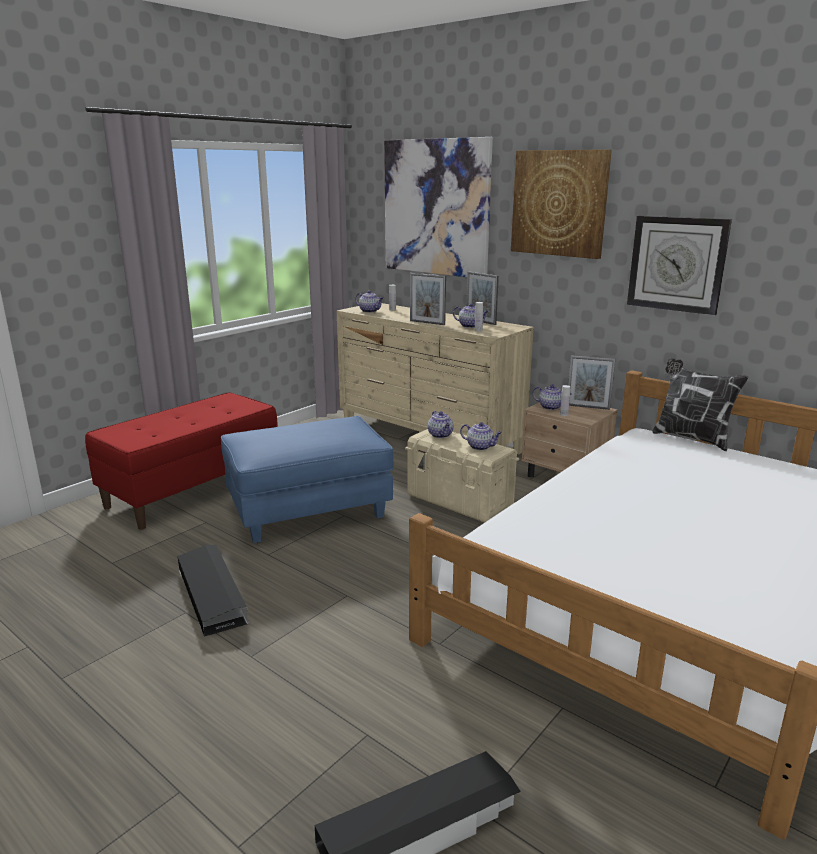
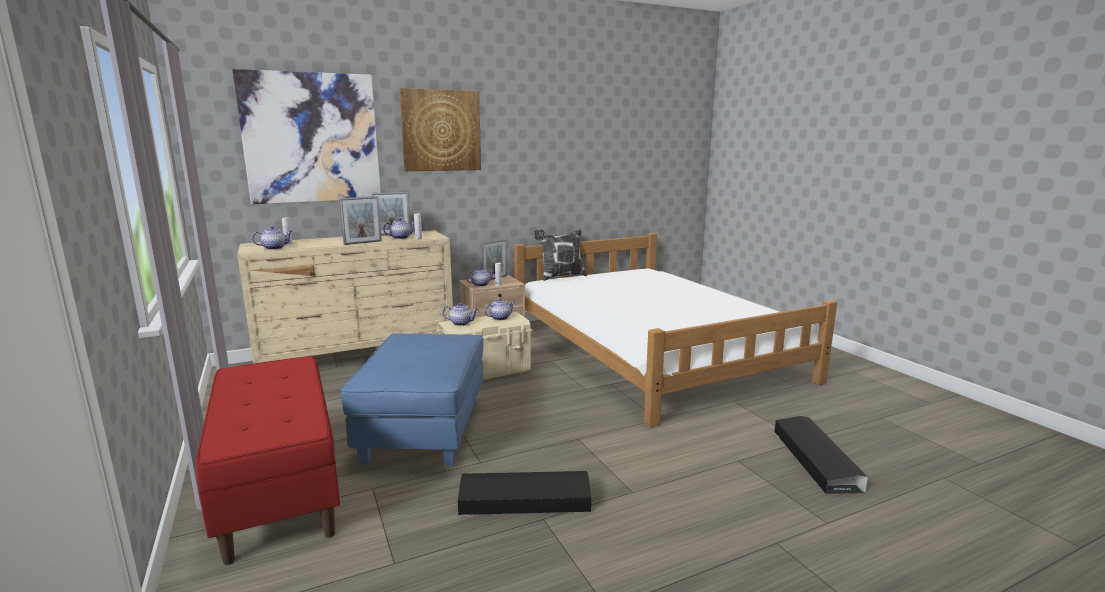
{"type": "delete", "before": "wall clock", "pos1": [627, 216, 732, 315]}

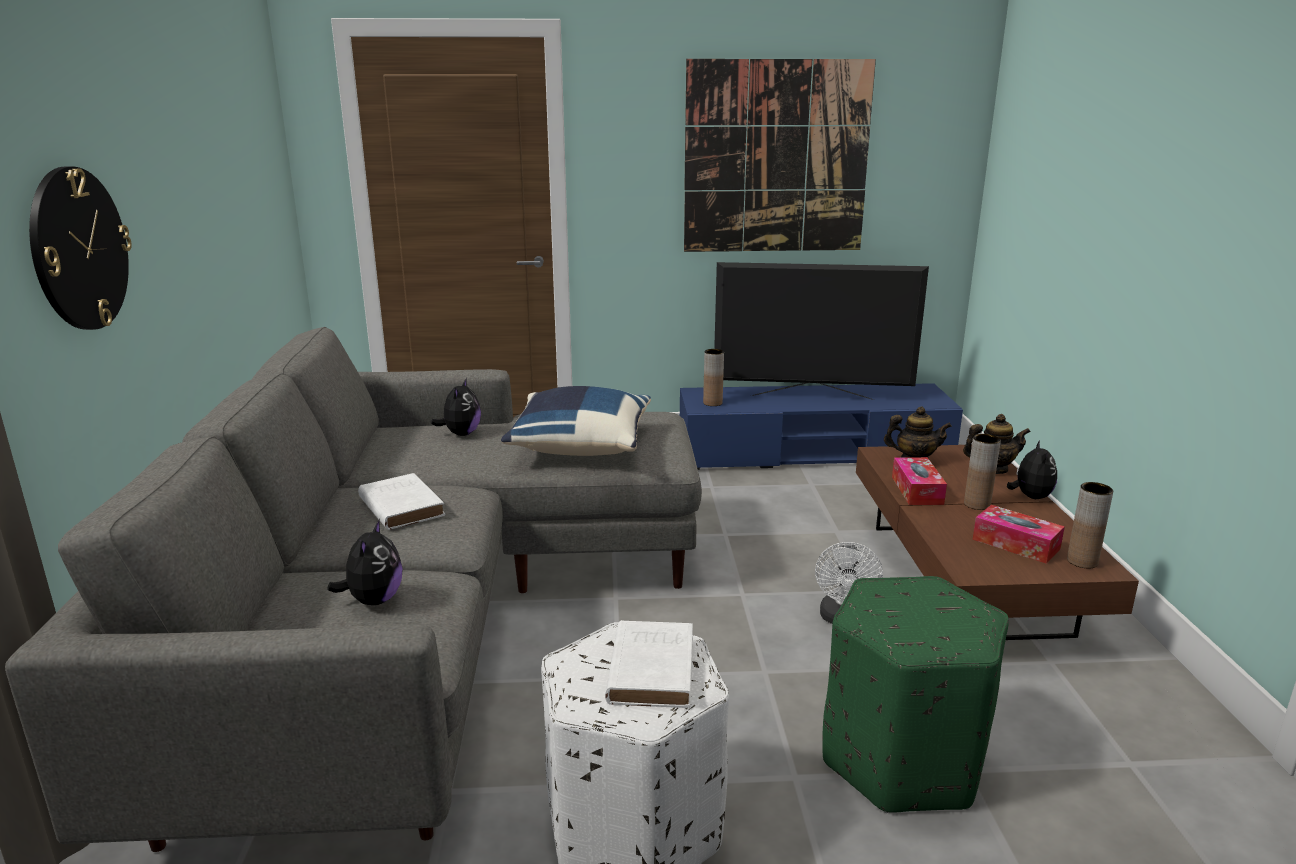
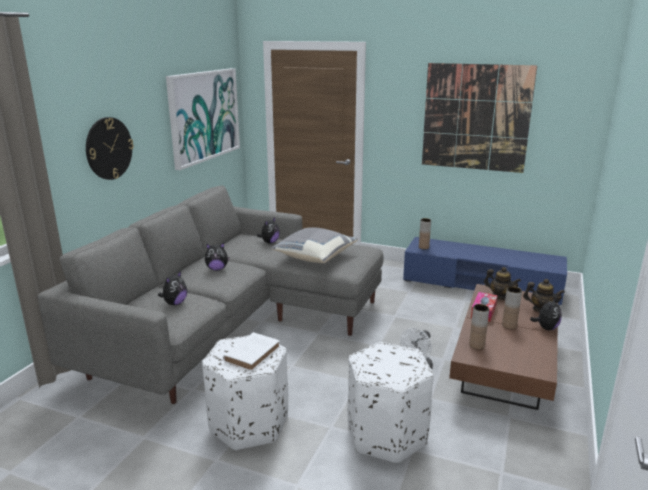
{"type": "delete", "before": "television", "pos1": [714, 262, 929, 400]}
{"type": "delete", "before": "box of tissues", "pos1": [973, 505, 1065, 564]}
{"type": "insert", "after": "picture", "pos2": [166, 68, 240, 170]}
{"type": "move", "before": "brown decorative vase", "pos1": [1067, 482, 1113, 569], "pos2": [469, 304, 489, 350]}
{"type": "replace", "before": "white-coloured bound book", "after": "cuddly toy", "pos1": [358, 473, 446, 530], "pos2": [205, 243, 230, 271]}
{"type": "recolor", "before": "bluish pillow", "after": "gray pillow", "pos1": [501, 386, 651, 456], "pos2": [271, 227, 358, 263]}
{"type": "recolor", "before": "green-coloured pouffe", "after": "white-coloured pouffe", "pos1": [822, 576, 1009, 813], "pos2": [347, 342, 434, 464]}

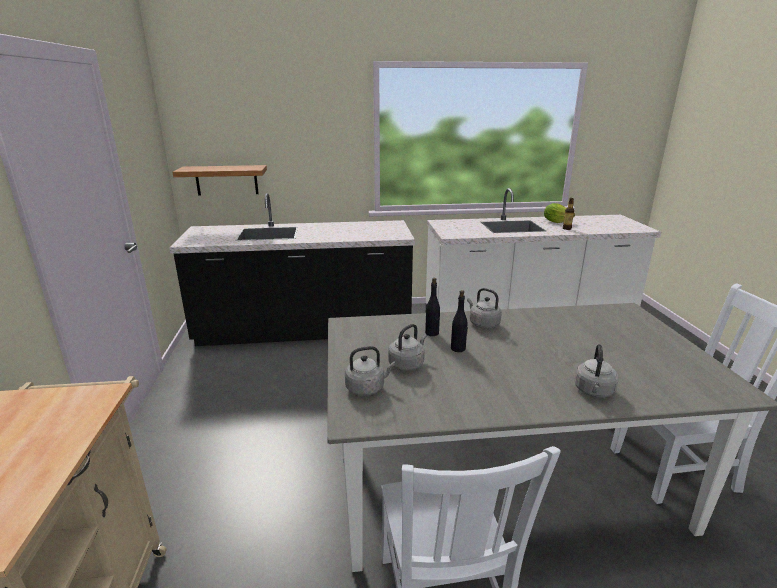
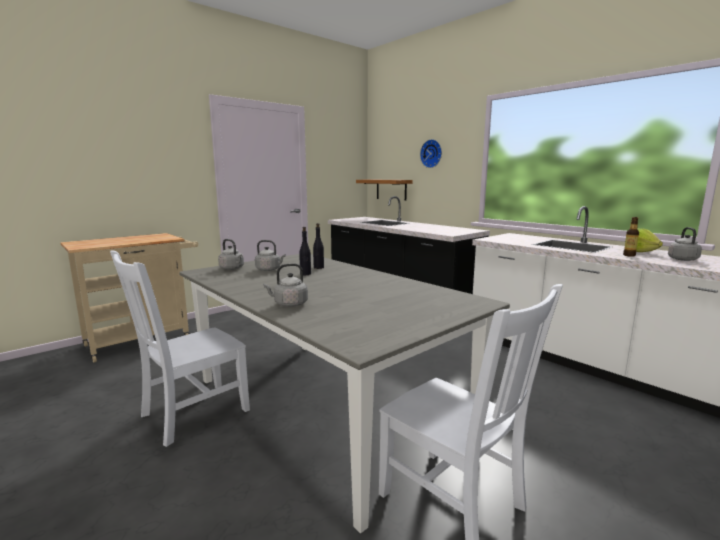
{"type": "insert", "after": "wall clock", "pos2": [420, 139, 442, 168]}
{"type": "move", "before": "gray water kettle", "pos1": [467, 288, 502, 329], "pos2": [668, 227, 702, 261]}

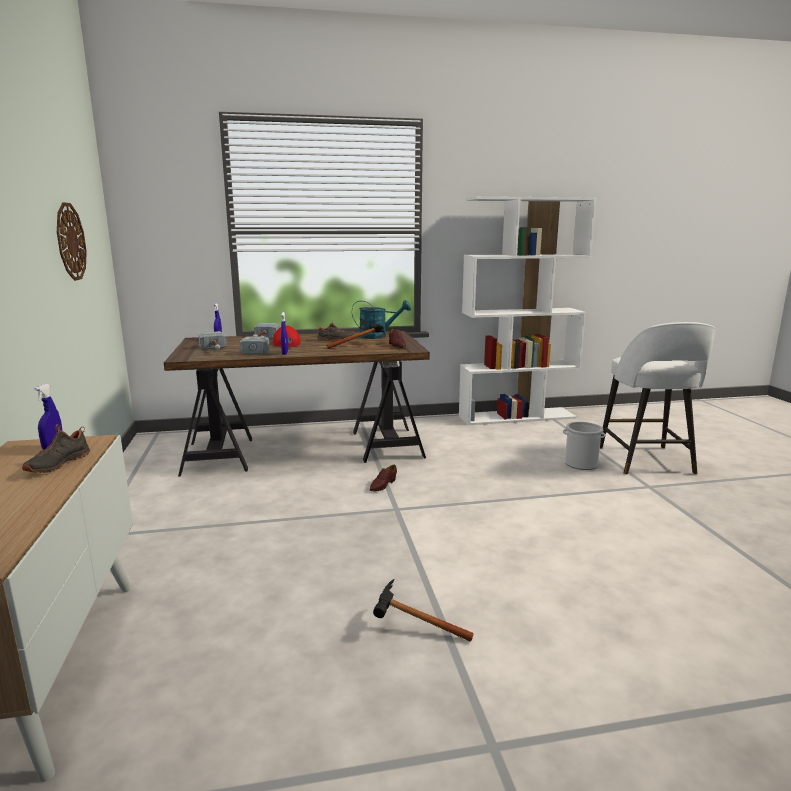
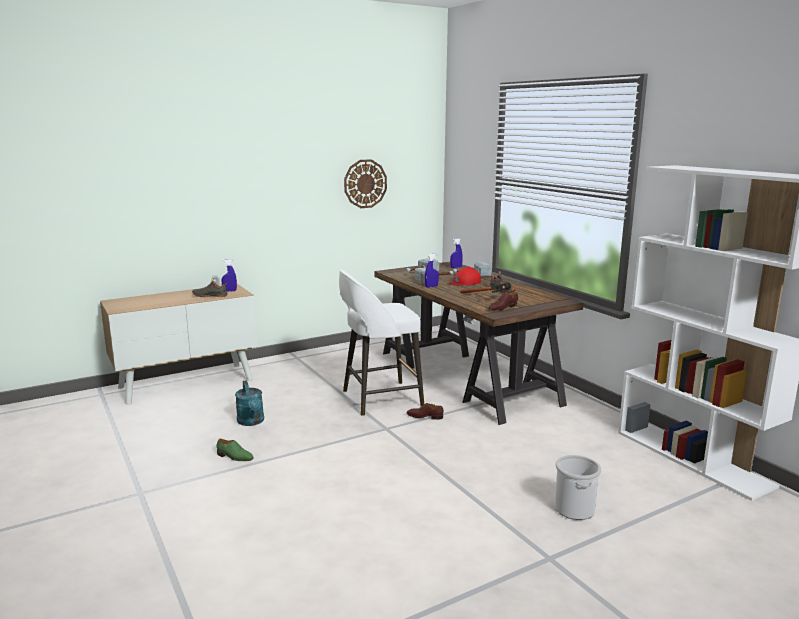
{"type": "move", "before": "blue-green sprinkling can", "pos1": [352, 300, 411, 339], "pos2": [235, 380, 264, 426]}
{"type": "move", "before": "white-coloured sitting stool", "pos1": [600, 322, 715, 475], "pos2": [339, 270, 424, 416]}
{"type": "replace", "before": "tool hammer", "after": "green-coloured item of footwear", "pos1": [373, 579, 474, 642], "pos2": [216, 439, 253, 461]}

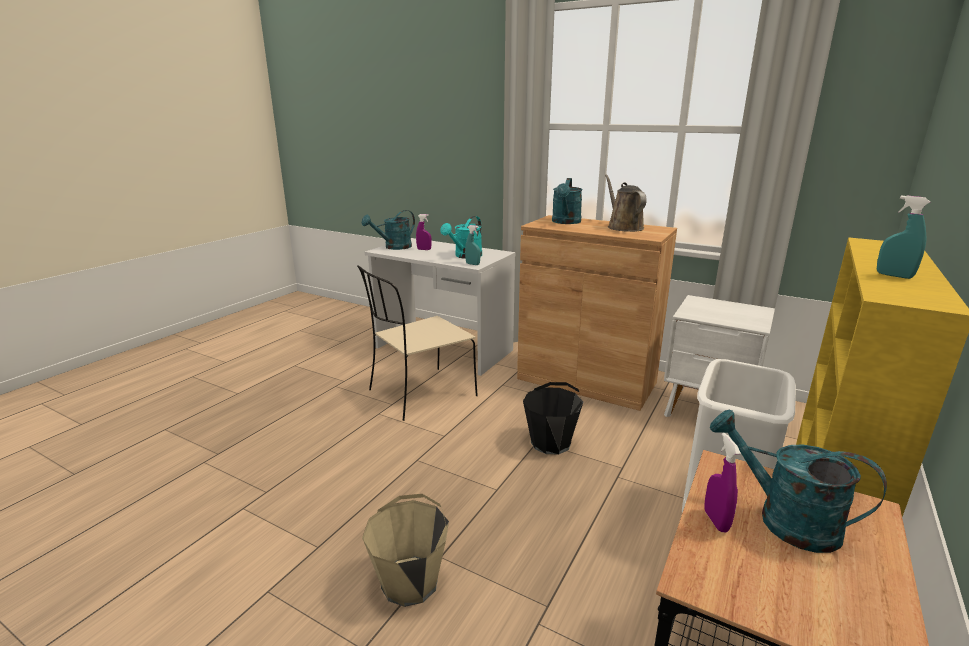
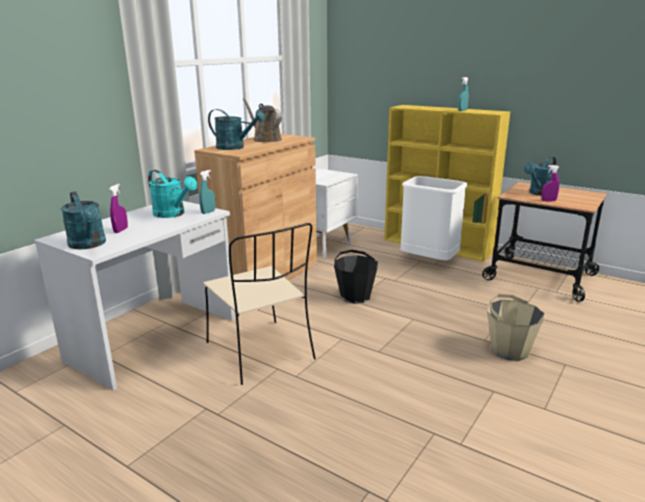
{"type": "rotate", "before": "brown sprinkling can", "pos1": [605, 174, 647, 232], "pos2": [243, 98, 282, 142], "turn": 60}

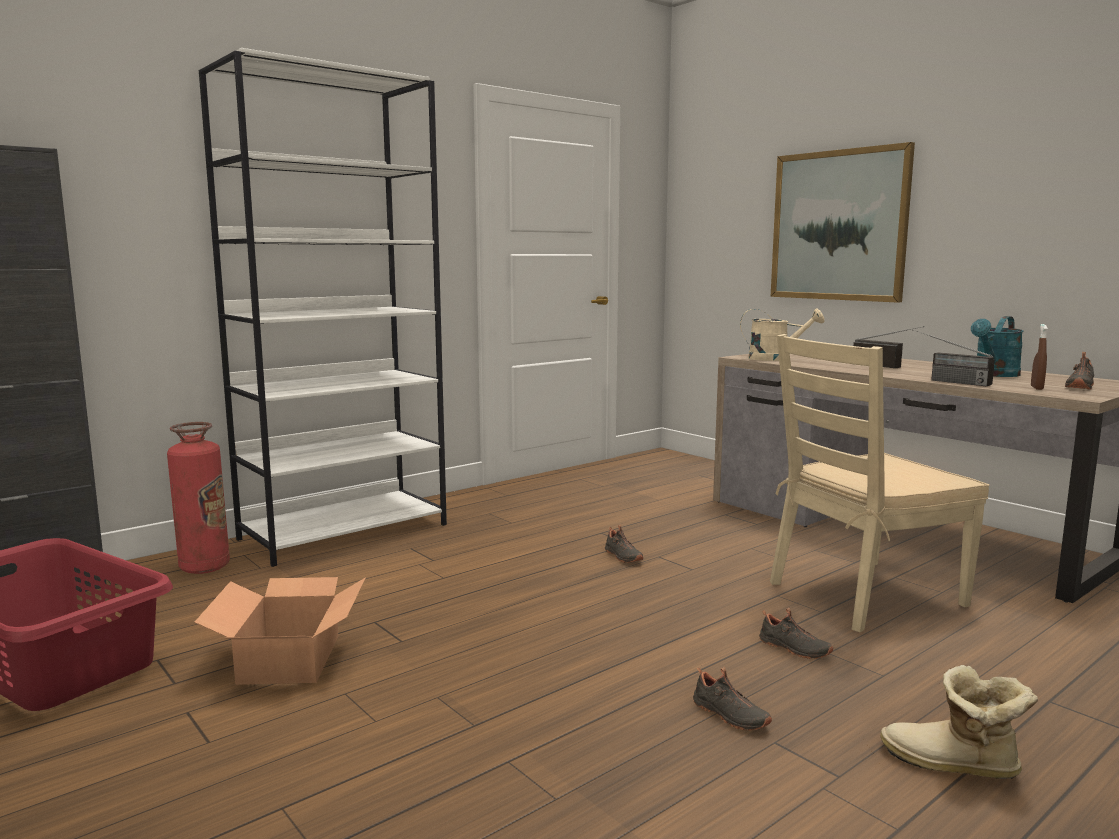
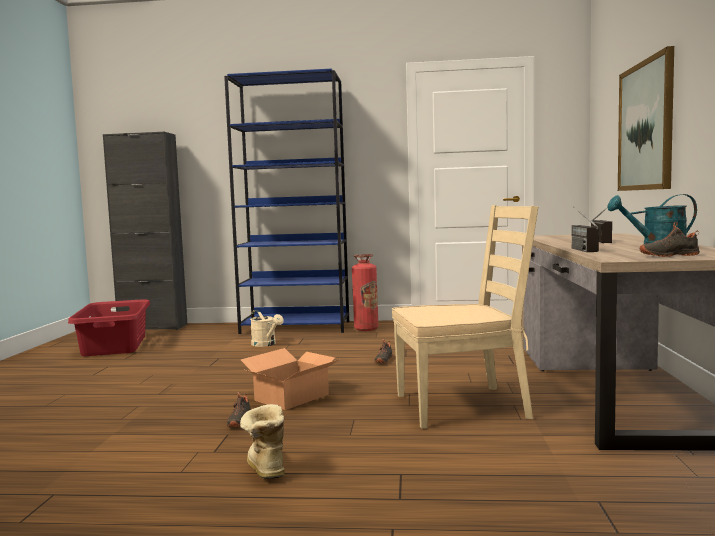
{"type": "delete", "before": "blackish item of footwear", "pos1": [759, 608, 833, 659]}
{"type": "delete", "before": "brown sprayer", "pos1": [1031, 324, 1048, 390]}
{"type": "move", "before": "fire-fighting cylinder", "pos1": [167, 422, 230, 574], "pos2": [352, 254, 379, 331]}
{"type": "move", "before": "carton", "pos1": [195, 577, 366, 685], "pos2": [241, 348, 340, 410]}
{"type": "move", "before": "sand-coloured sprinkling can", "pos1": [740, 309, 825, 361], "pos2": [250, 310, 284, 347]}
{"type": "recolor", "before": "white-coloured bookshelf", "after": "bluish bookshelf", "pos1": [199, 48, 447, 567], "pos2": [224, 69, 349, 334]}
{"type": "rotate", "before": "sand-coloured plain chair", "pos1": [770, 334, 990, 632], "pos2": [392, 205, 538, 429], "turn": 150}

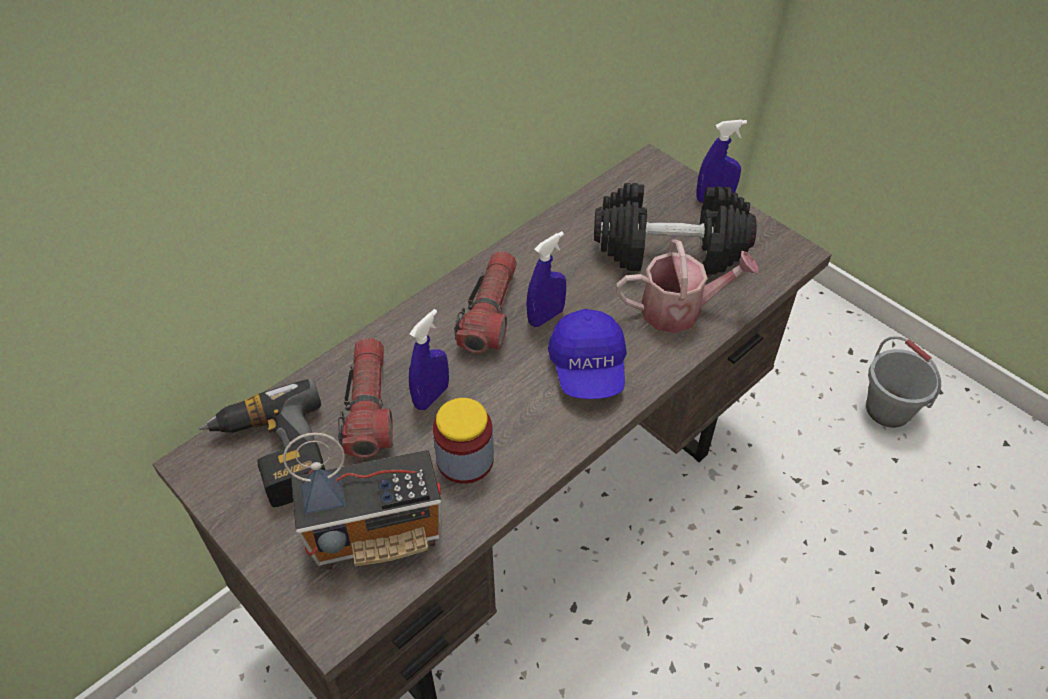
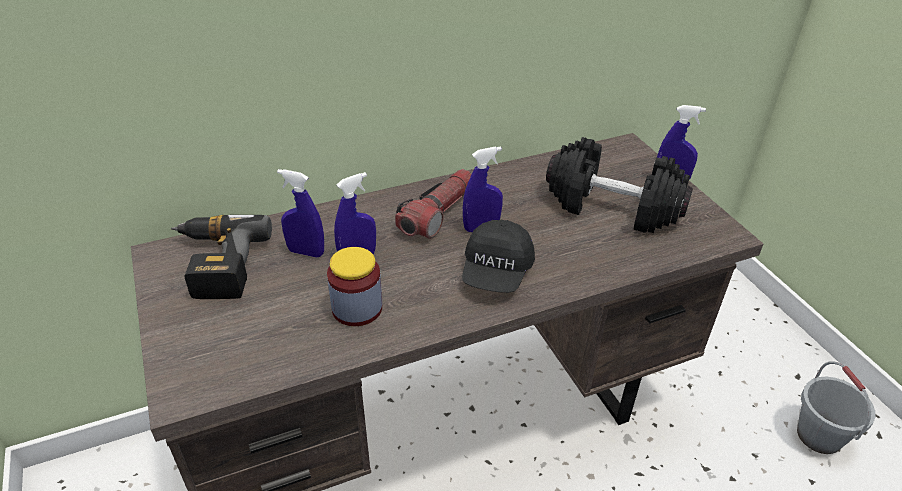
{"type": "delete", "before": "radio receiver", "pos1": [283, 433, 442, 570]}
{"type": "delete", "before": "sprinkling can", "pos1": [616, 239, 759, 333]}
{"type": "replace", "before": "hand torch", "after": "bluish sprayer", "pos1": [338, 338, 393, 458], "pos2": [277, 169, 324, 258]}
{"type": "recolor", "before": "bluish peaked cap", "after": "blackish peaked cap", "pos1": [548, 309, 627, 399], "pos2": [462, 220, 535, 293]}

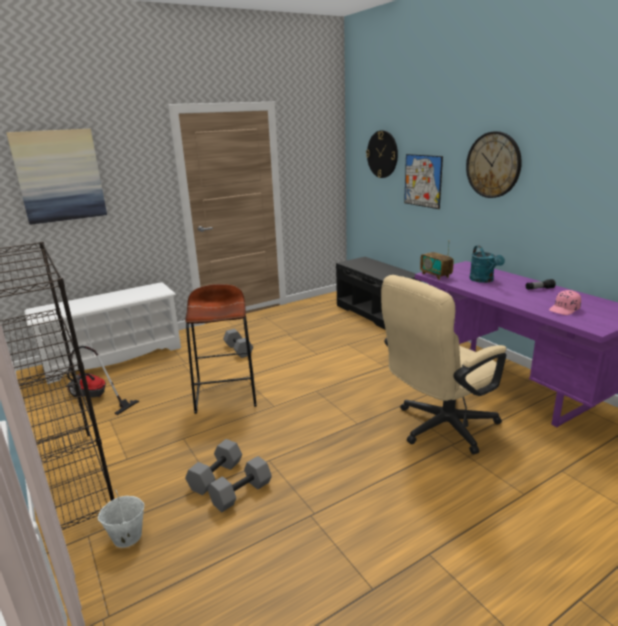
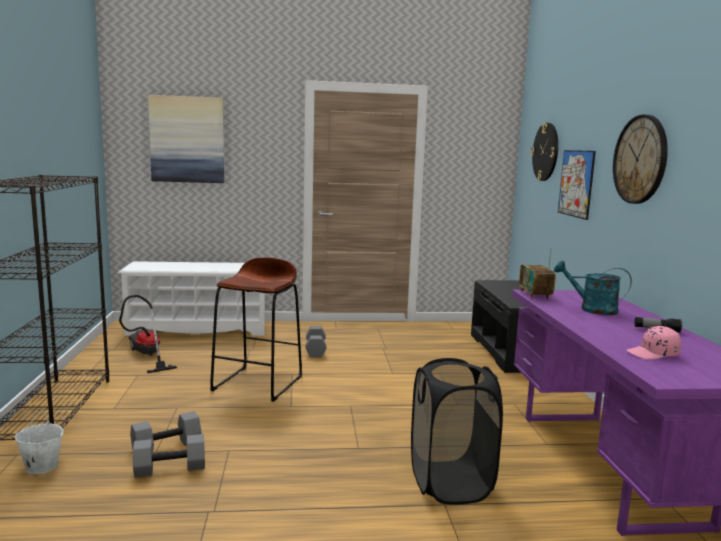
{"type": "replace", "before": "sand-coloured office chair", "after": "blackish laundry basket", "pos1": [381, 275, 506, 454], "pos2": [411, 358, 503, 504]}
{"type": "rotate", "before": "blue-green sprinkling can", "pos1": [469, 245, 505, 283], "pos2": [554, 260, 632, 315], "turn": 105}

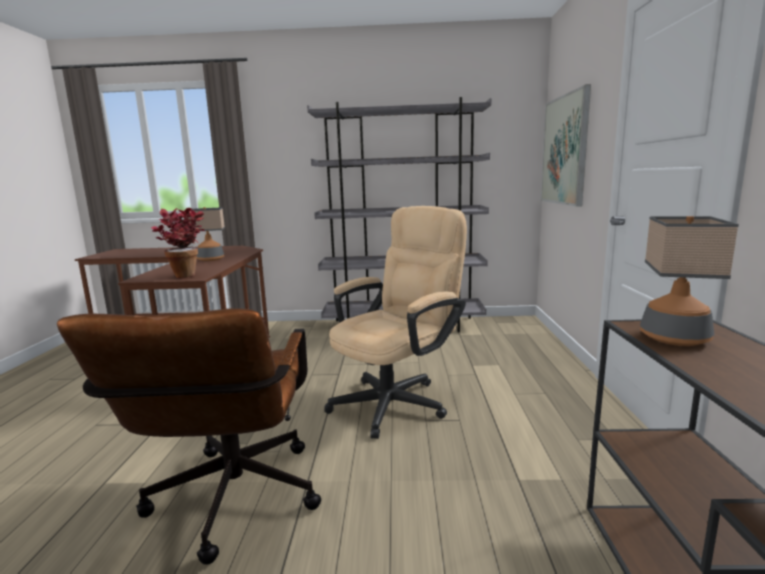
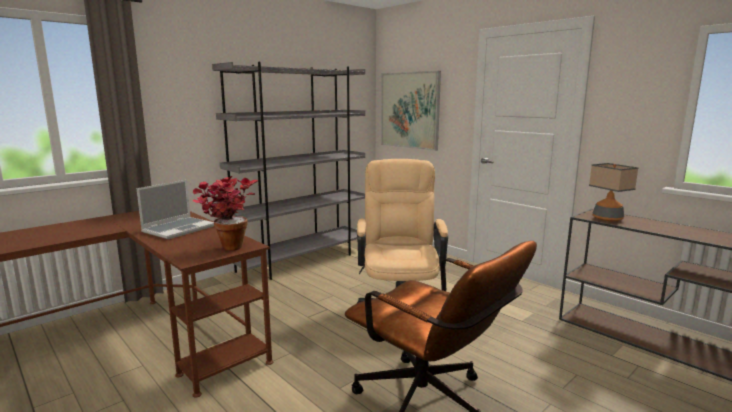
{"type": "replace", "before": "tabletop lamp", "after": "laptop", "pos1": [188, 207, 225, 261], "pos2": [136, 180, 214, 239]}

